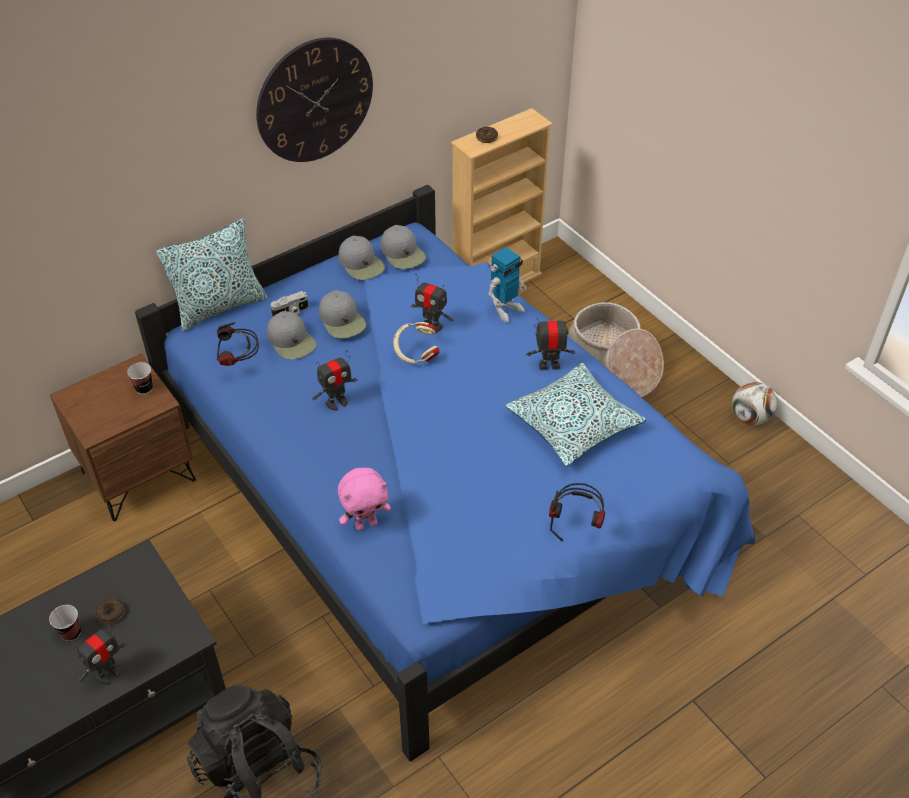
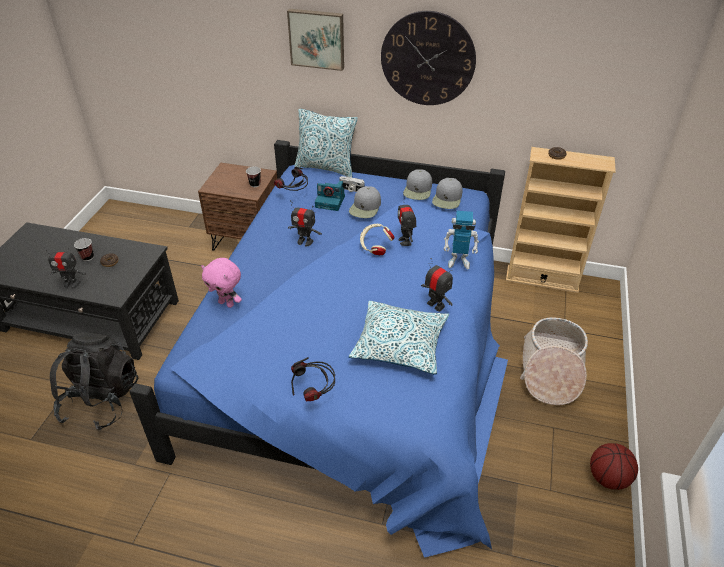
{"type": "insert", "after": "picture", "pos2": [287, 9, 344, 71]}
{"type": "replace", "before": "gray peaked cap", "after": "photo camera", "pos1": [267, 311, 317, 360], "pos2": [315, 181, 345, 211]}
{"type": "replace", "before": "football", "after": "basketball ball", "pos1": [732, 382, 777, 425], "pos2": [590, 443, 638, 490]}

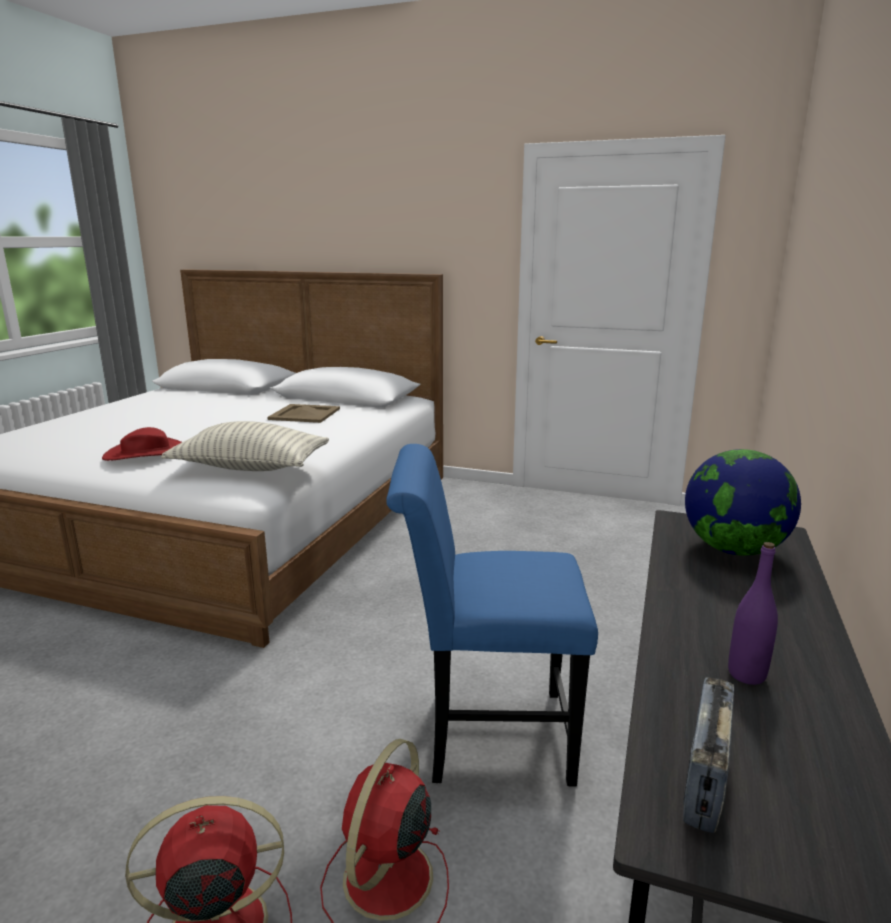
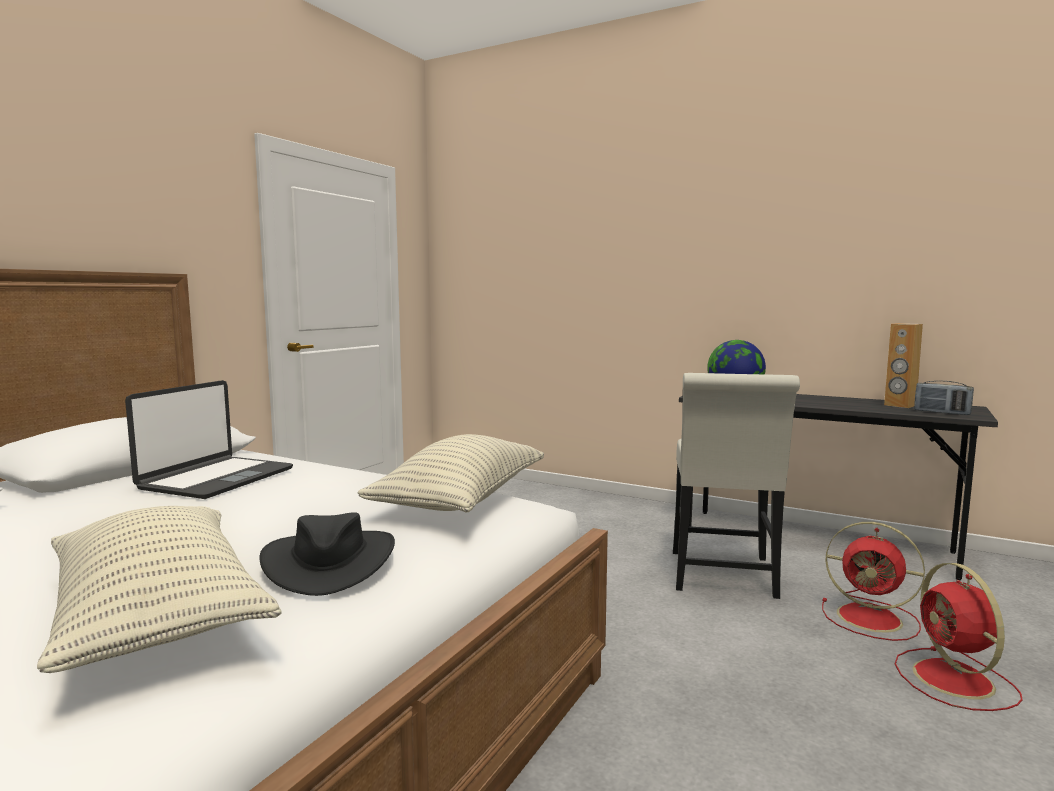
{"type": "delete", "before": "purple-coloured beverage bottle", "pos1": [728, 542, 778, 685]}
{"type": "insert", "after": "pillow", "pos2": [37, 506, 282, 673]}
{"type": "insert", "after": "brown audio speaker", "pos2": [884, 323, 923, 408]}
{"type": "replace", "before": "sand-coloured tray", "after": "laptop", "pos1": [267, 404, 340, 423], "pos2": [125, 380, 293, 499]}
{"type": "recolor", "before": "reddish wearable hat", "after": "blackish wearable hat", "pos1": [102, 427, 182, 461], "pos2": [259, 512, 395, 596]}
{"type": "recolor", "before": "bluish plain chair", "after": "white-coloured plain chair", "pos1": [386, 444, 598, 786], "pos2": [673, 373, 800, 599]}

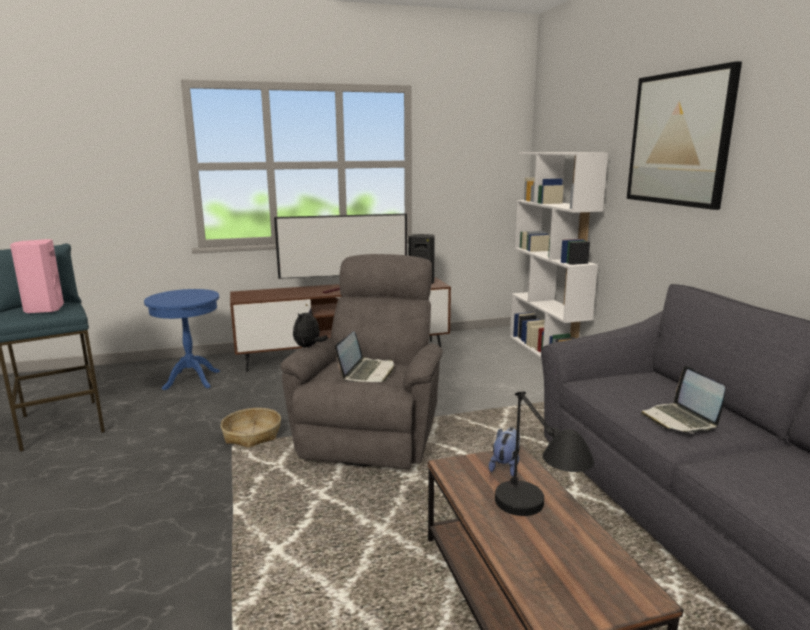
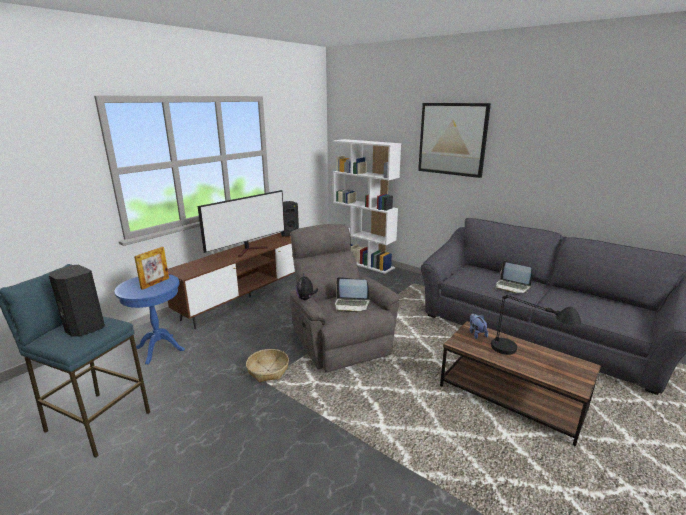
{"type": "insert", "after": "photo frame", "pos2": [134, 247, 169, 290]}
{"type": "recolor", "before": "pink-coloured audio speaker", "after": "blackish audio speaker", "pos1": [10, 239, 64, 314], "pos2": [49, 265, 105, 337]}
{"type": "rotate", "before": "laptop", "pos1": [335, 331, 394, 382], "pos2": [335, 277, 370, 313], "turn": 120}

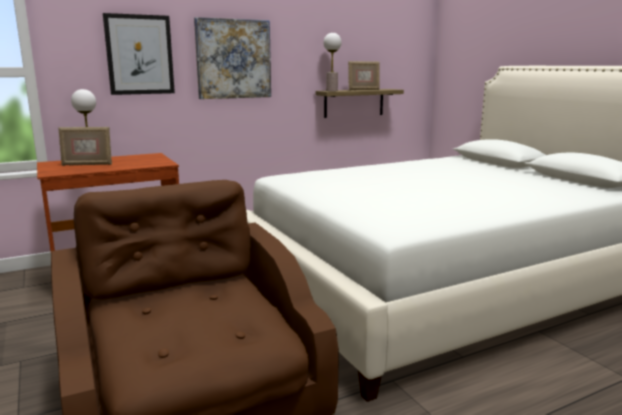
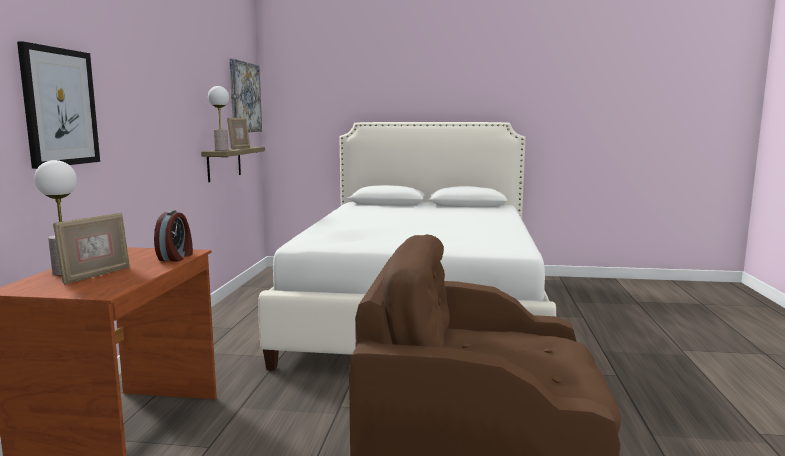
{"type": "insert", "after": "table clock", "pos2": [154, 210, 193, 261]}
{"type": "move", "before": "picture", "pos1": [194, 17, 271, 99], "pos2": [229, 59, 262, 132]}

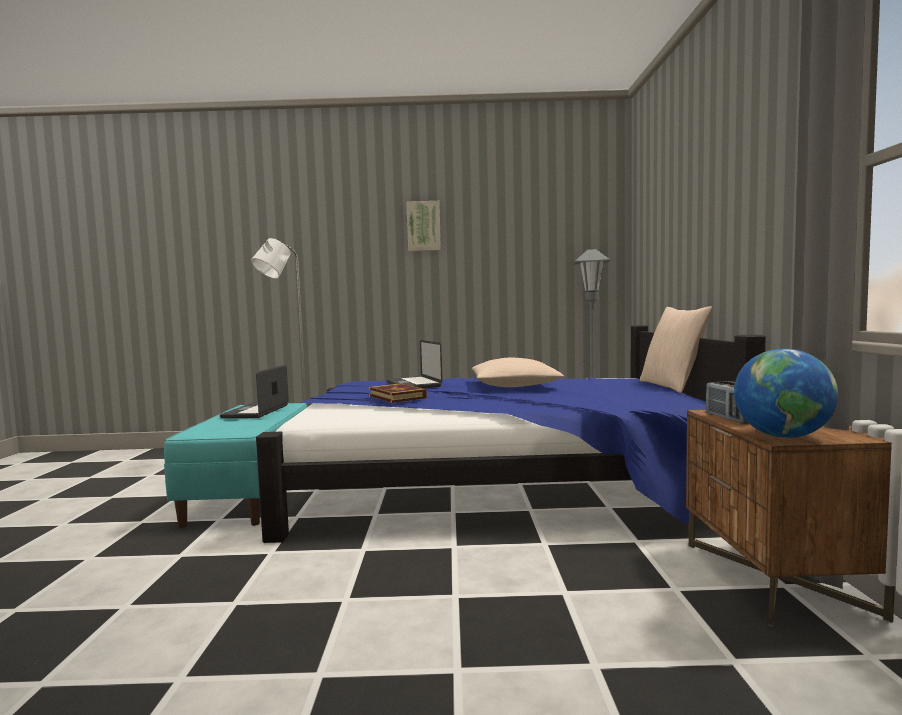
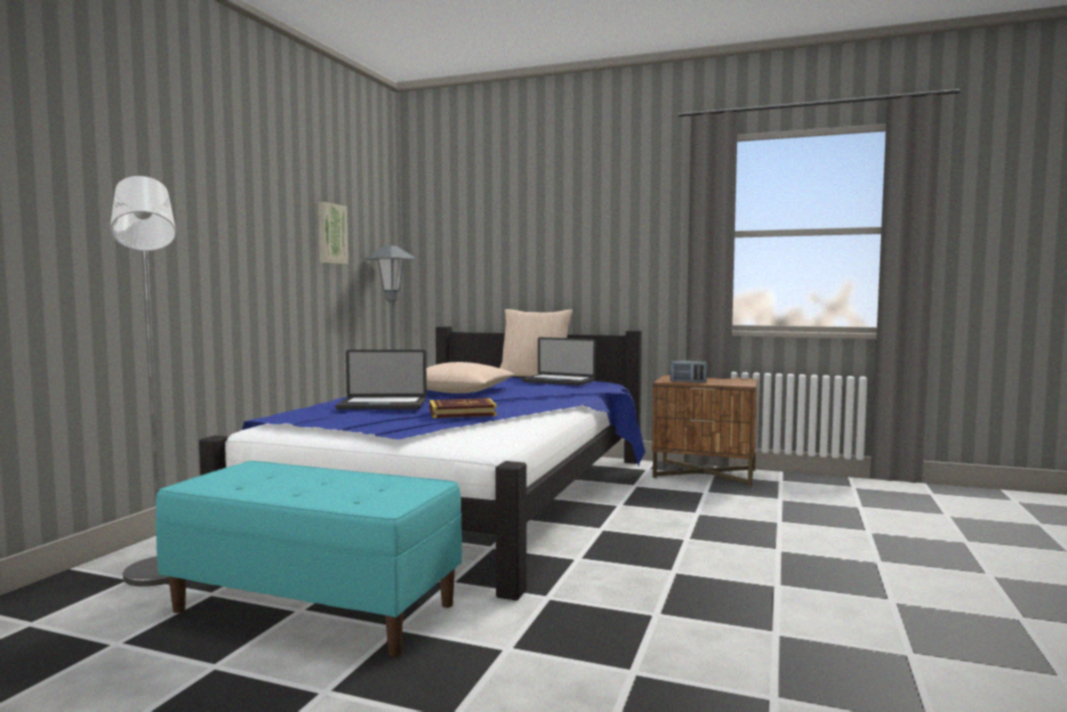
{"type": "delete", "before": "desk globe", "pos1": [734, 349, 838, 438]}
{"type": "move", "before": "laptop", "pos1": [220, 365, 289, 418], "pos2": [521, 337, 596, 386]}
{"type": "move", "before": "picture", "pos1": [406, 201, 441, 251], "pos2": [318, 202, 348, 264]}

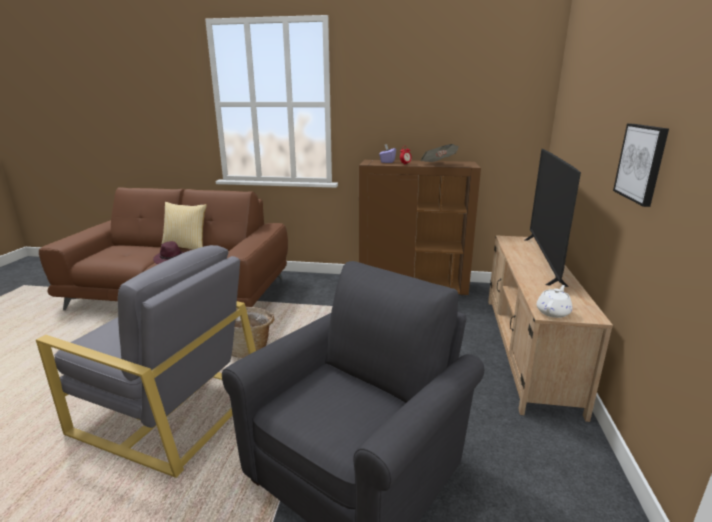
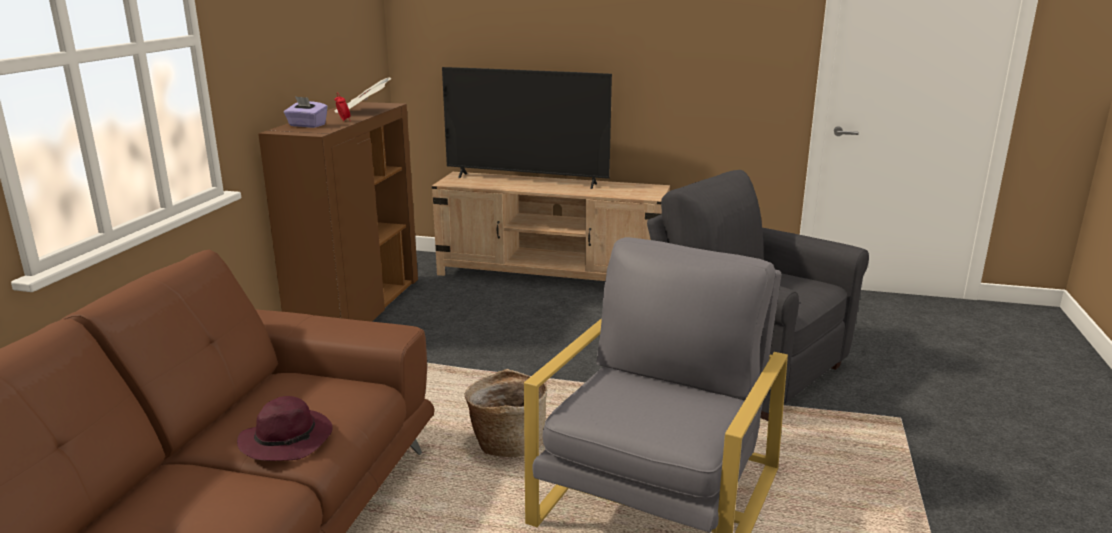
{"type": "delete", "before": "pillow", "pos1": [161, 202, 207, 250]}
{"type": "delete", "before": "white-coloured tea pot", "pos1": [537, 285, 572, 318]}
{"type": "delete", "before": "picture", "pos1": [613, 124, 669, 207]}

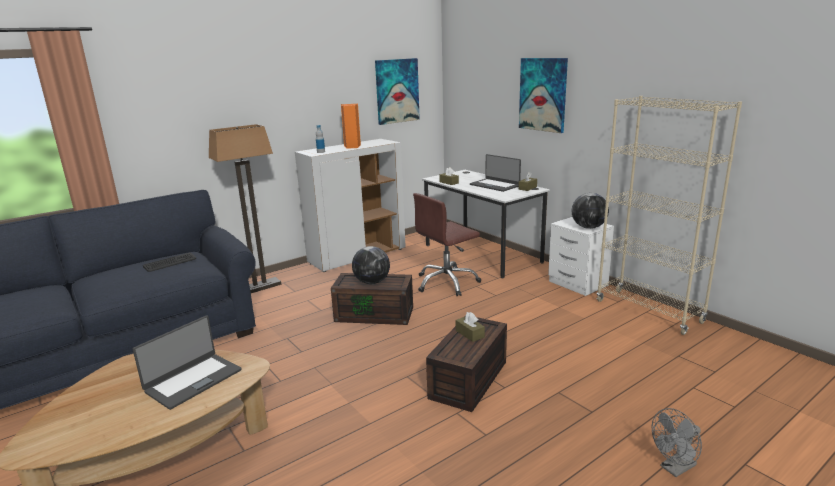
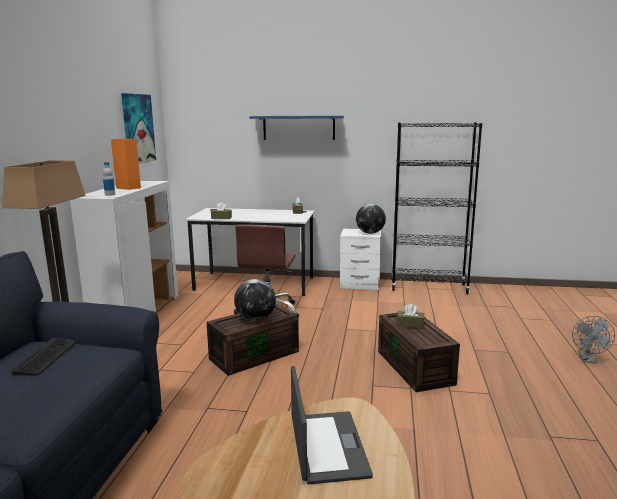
{"type": "delete", "before": "laptop", "pos1": [470, 154, 521, 192]}
{"type": "replace", "before": "picture", "after": "bluish wall shelf", "pos1": [519, 58, 568, 133], "pos2": [249, 115, 344, 140]}
{"type": "recolor", "before": "sand-coloured bookshelf", "after": "blackish bookshelf", "pos1": [597, 96, 742, 335], "pos2": [391, 122, 482, 294]}

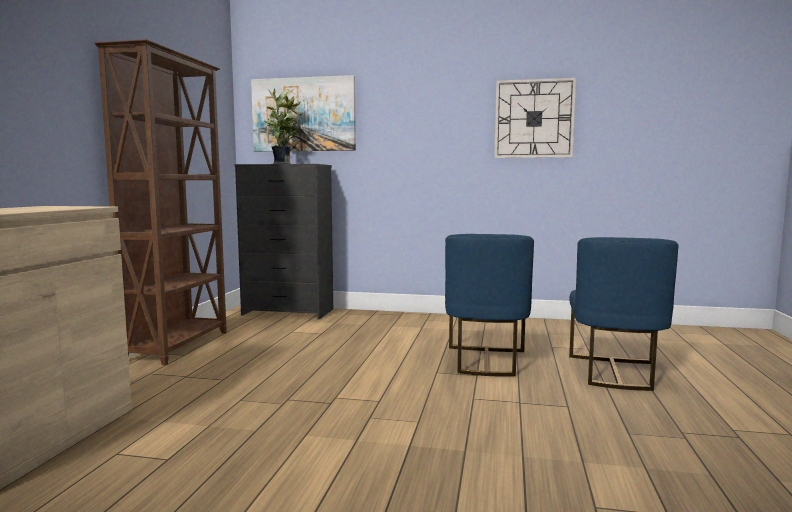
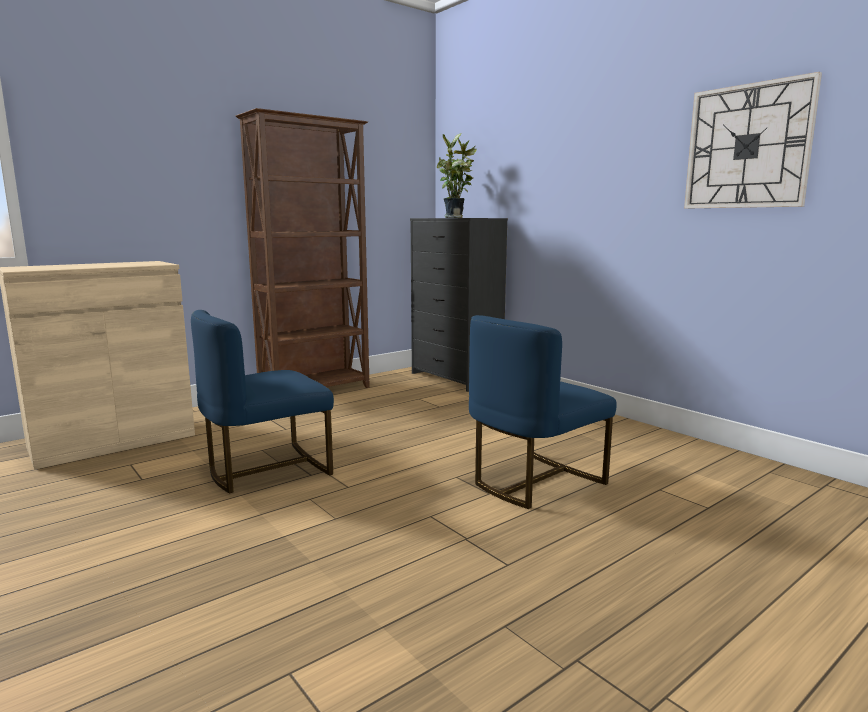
{"type": "delete", "before": "picture", "pos1": [251, 75, 356, 152]}
{"type": "move", "before": "bluish plain chair", "pos1": [569, 237, 678, 391], "pos2": [191, 310, 334, 494]}

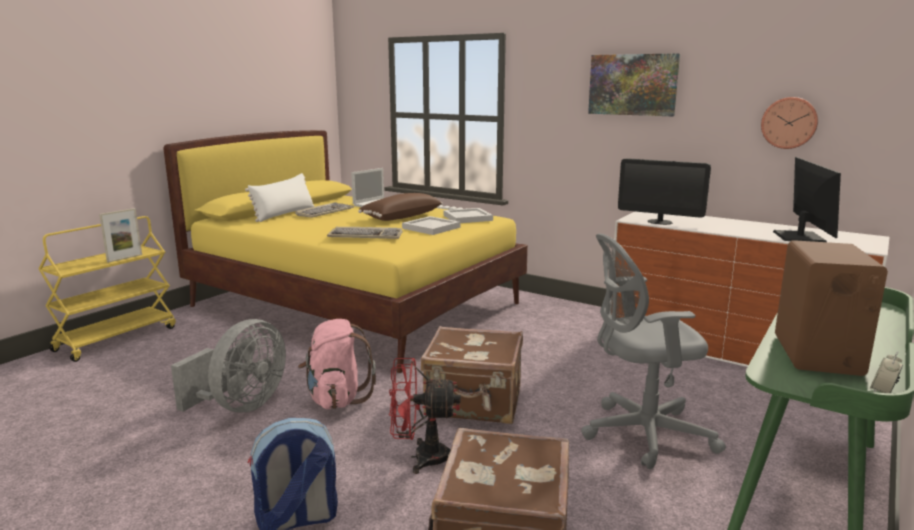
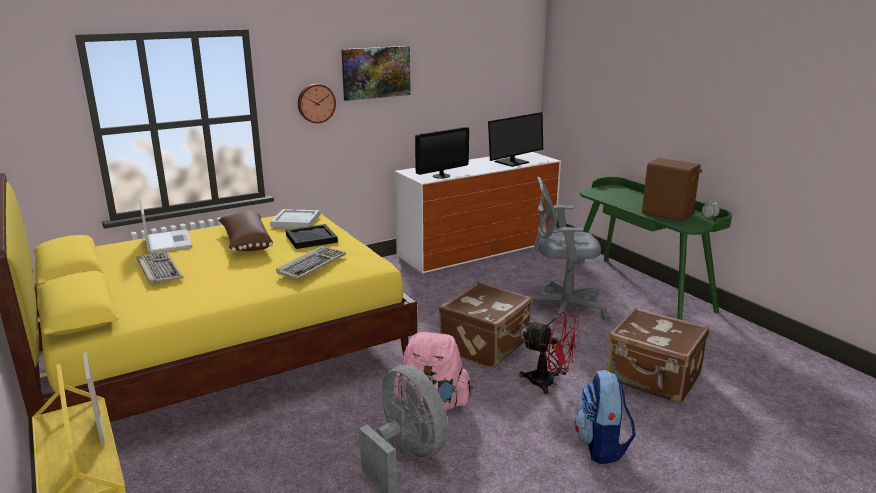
{"type": "delete", "before": "white-coloured pillow", "pos1": [245, 173, 314, 222]}
{"type": "move", "before": "wall clock", "pos1": [761, 97, 818, 149], "pos2": [298, 84, 336, 124]}
{"type": "recolor", "before": "white-coloured tray", "after": "blackish tray", "pos1": [402, 216, 461, 235], "pos2": [286, 224, 338, 249]}
{"type": "rotate", "before": "reddish fan", "pos1": [389, 358, 461, 474], "pos2": [519, 312, 579, 394], "turn": -90}
{"type": "rotate", "before": "gray office chair", "pos1": [581, 233, 726, 469], "pos2": [528, 177, 610, 324], "turn": 75}
{"type": "rotate", "before": "computer display", "pos1": [773, 157, 841, 242], "pos2": [488, 112, 543, 167], "turn": 105}

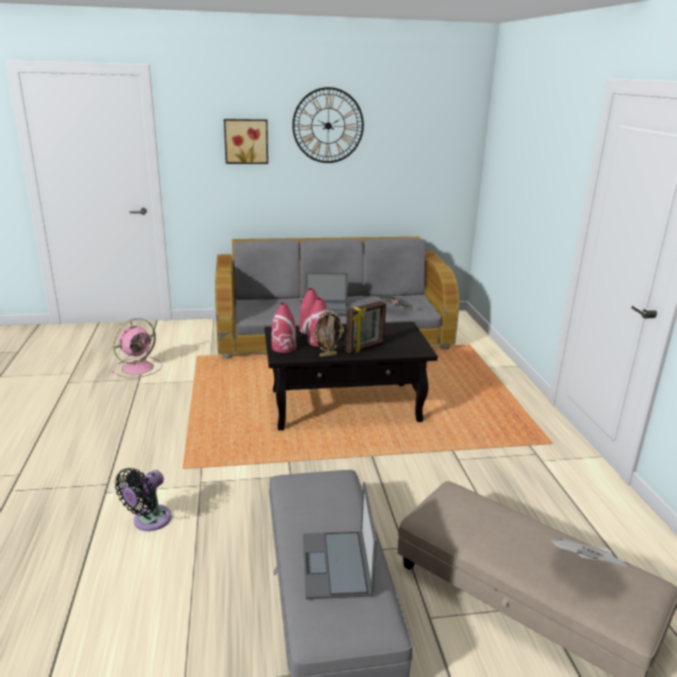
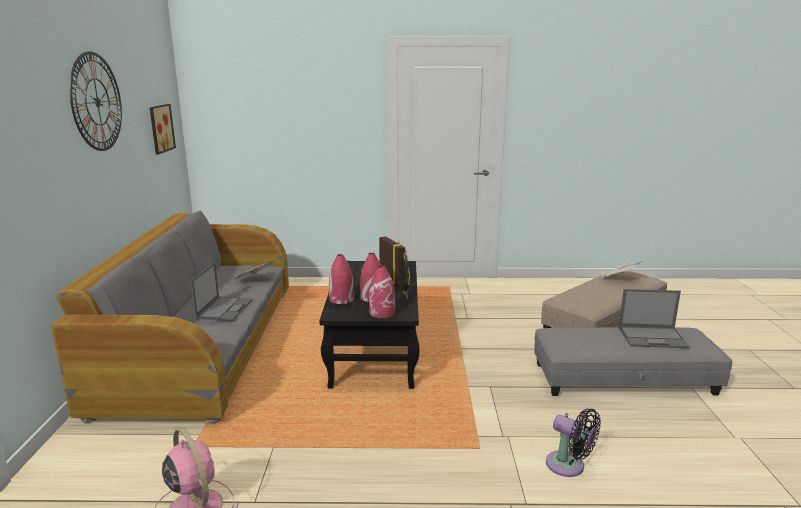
{"type": "move", "before": "picture", "pos1": [224, 119, 268, 164], "pos2": [150, 104, 176, 155]}

